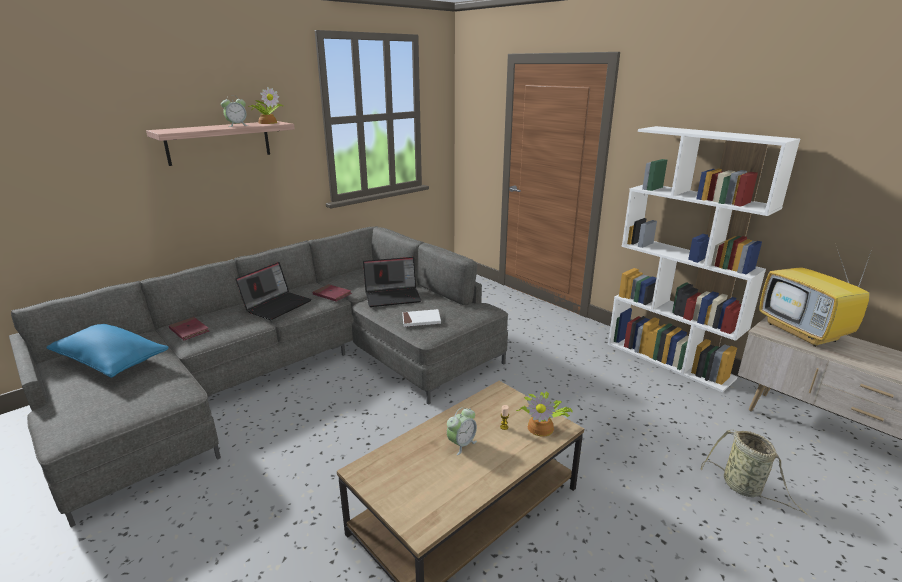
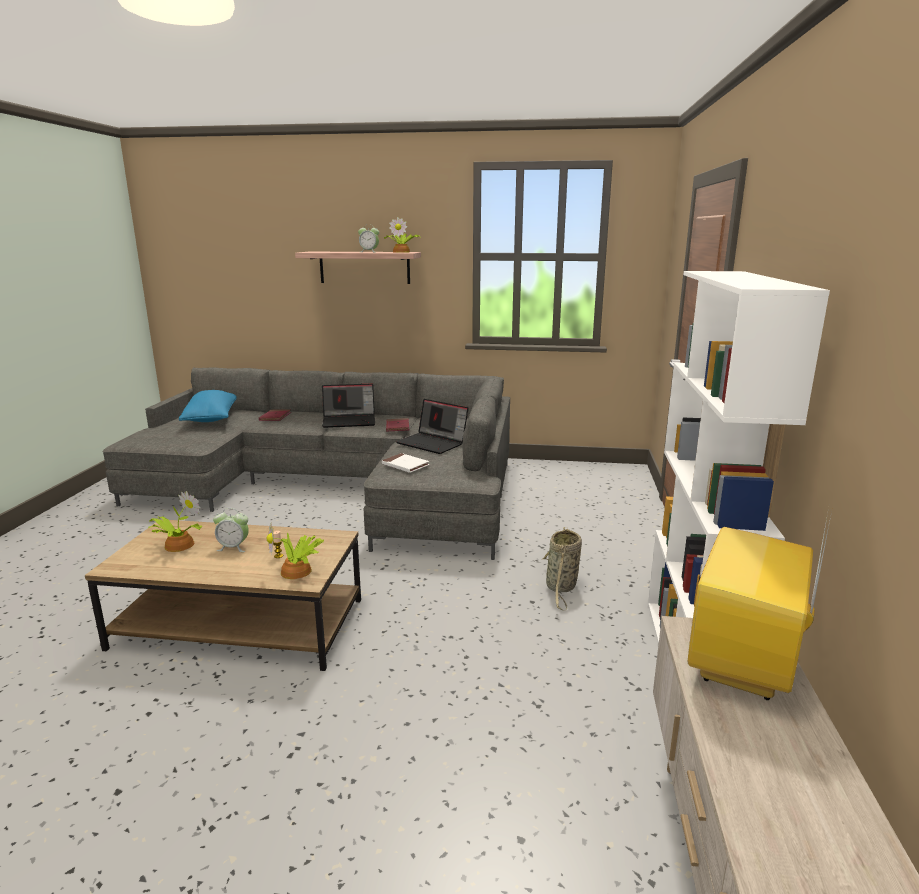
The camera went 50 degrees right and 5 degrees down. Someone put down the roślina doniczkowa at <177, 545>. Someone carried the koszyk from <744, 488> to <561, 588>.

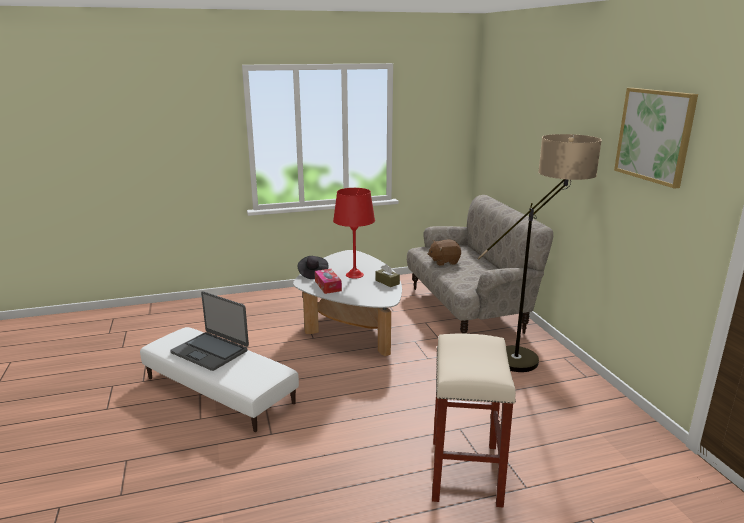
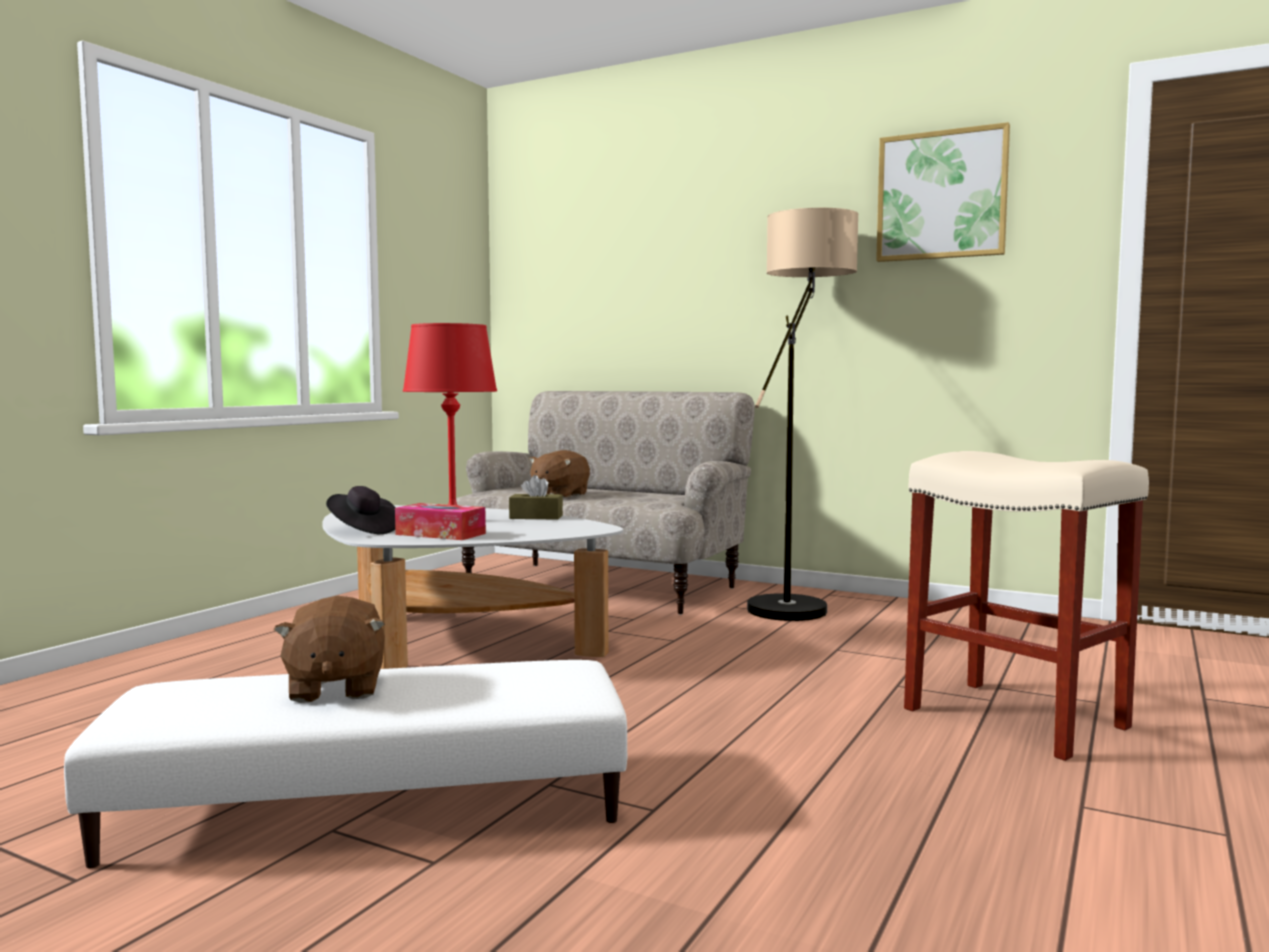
The camera went 45 degrees left and 15 degrees down. Someone swapped the laptop at <210, 351> for the pluszak/brązowy at <334, 688>.

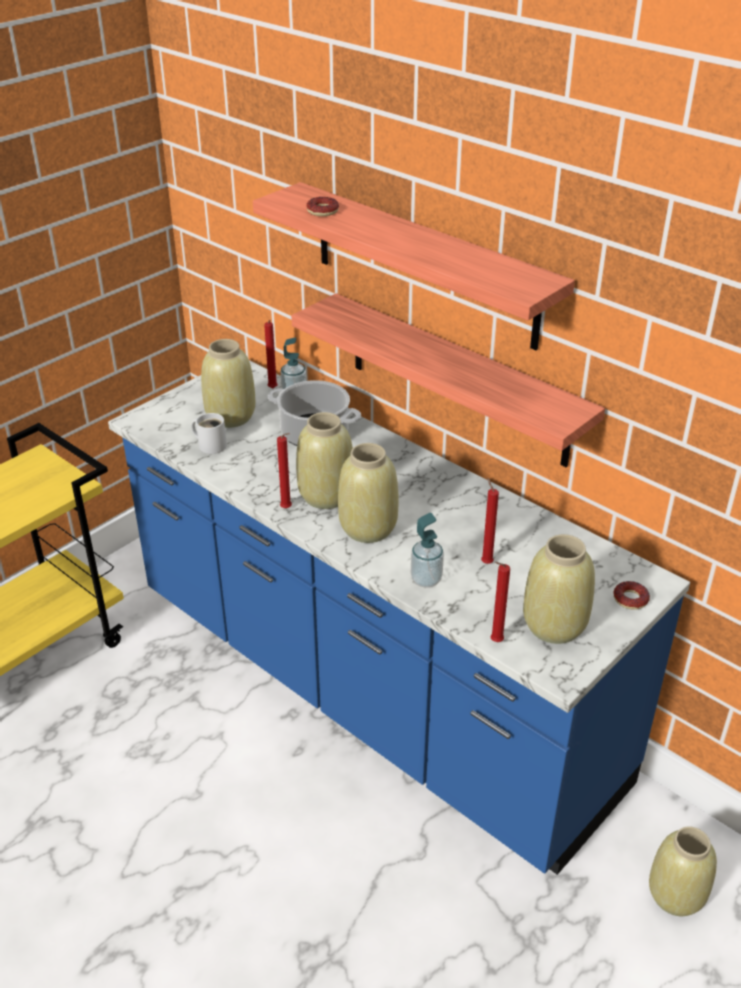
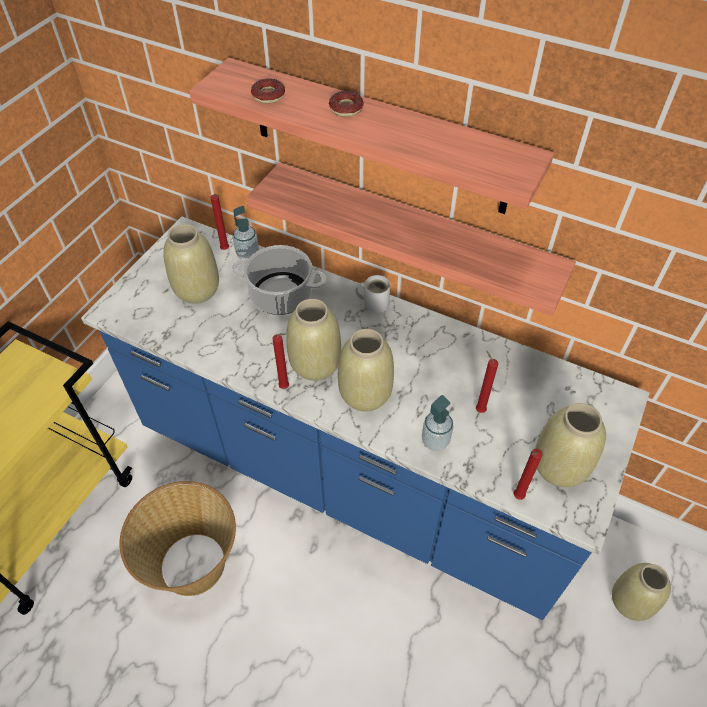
The camera went 15 degrees left and 15 degrees up. Someone put down the koszyk at <193, 562>. Someone carried the donut from <630, 599> to <346, 108>. Someone carried the kubek/biały from <211, 444> to <374, 302>.

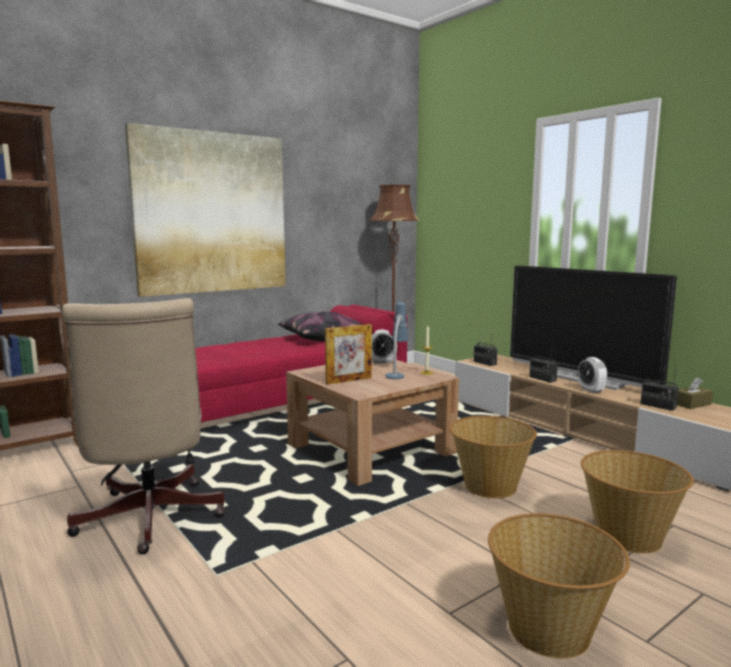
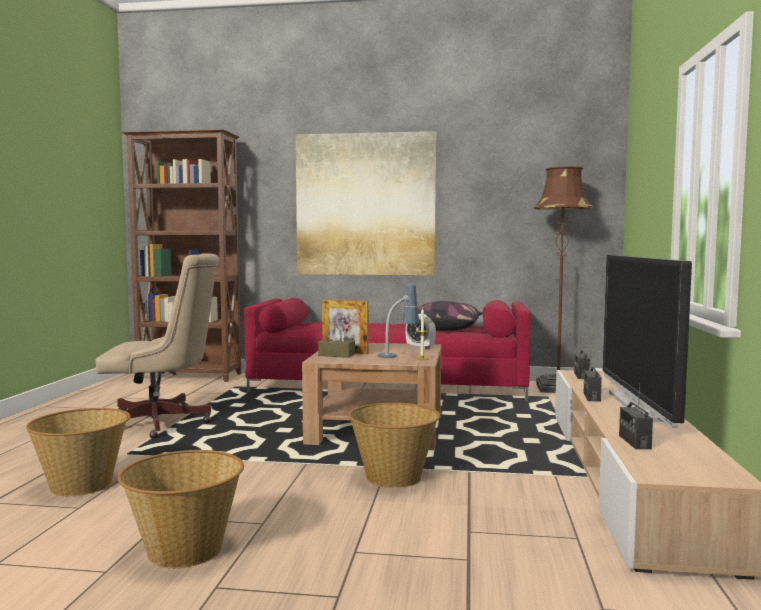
The camera went 45 degrees right and 5 degrees down. Someone carried the koszyk from <628, 536> to <82, 485>. Someone rotated the krzesło biurowe/beżowy at <148, 521> by 120 degrees counterclockwise. Someone carried the pudełko chusteczek/brązowy from <692, 404> to <336, 355>. Someone took away the budzik at <591, 390>.

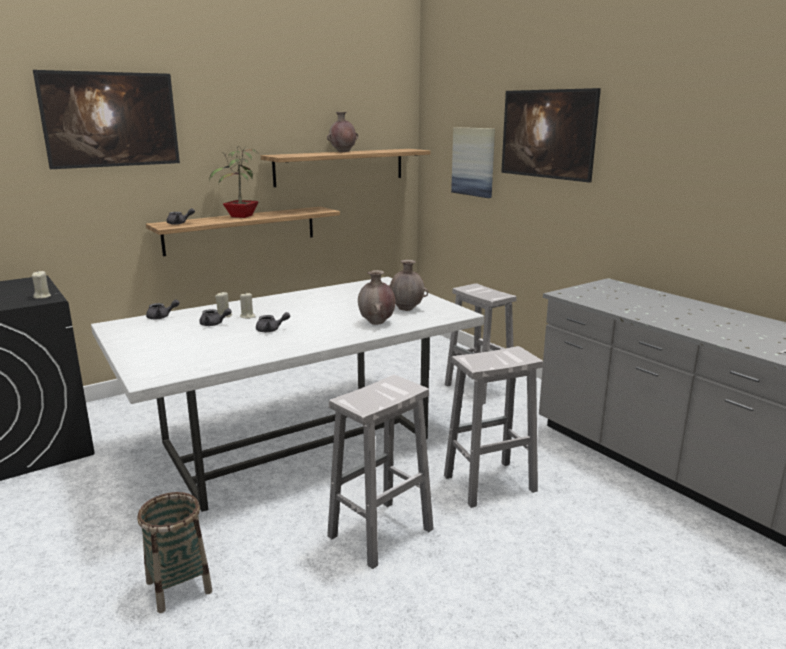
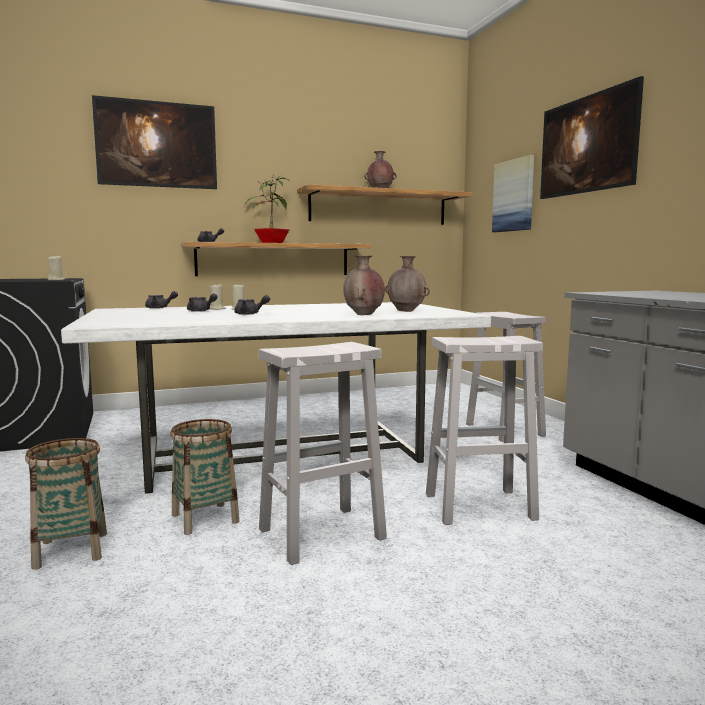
The camera went 15 degrees right and 10 degrees down. Someone put down the koszyk at <205, 518>.

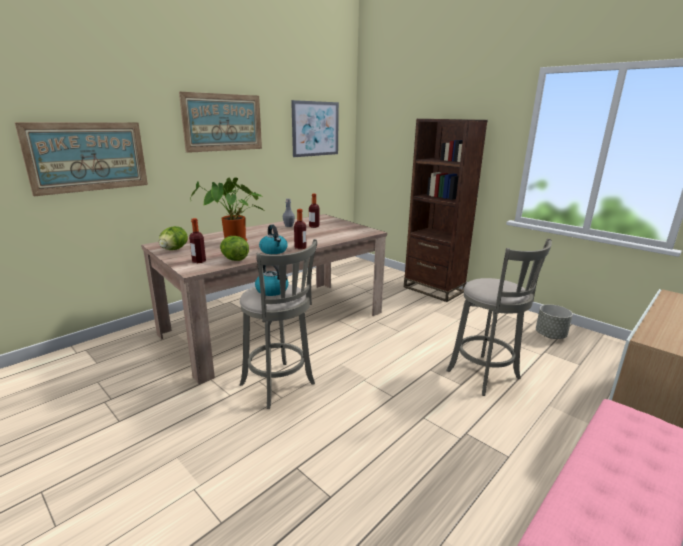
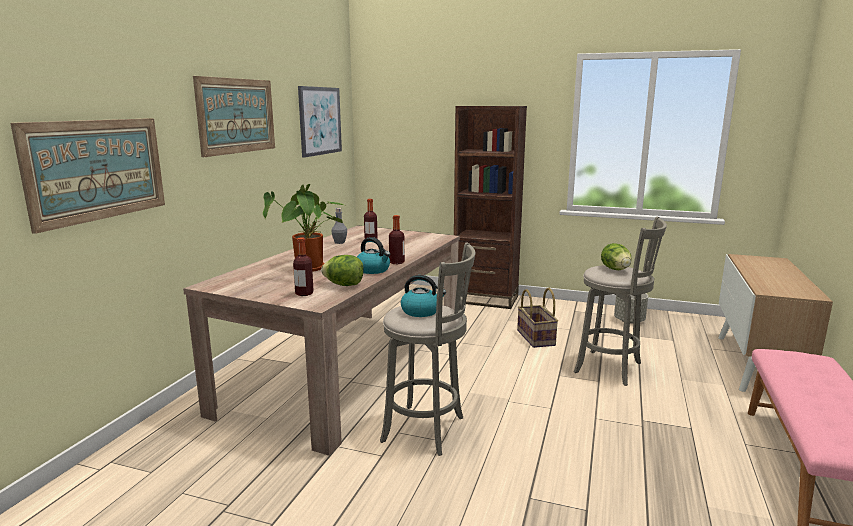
The camera went 25 degrees left and 5 degrees down. Someone put down the koszyk at <536, 338>. Someone carried the sałata from <174, 249> to <615, 269>.

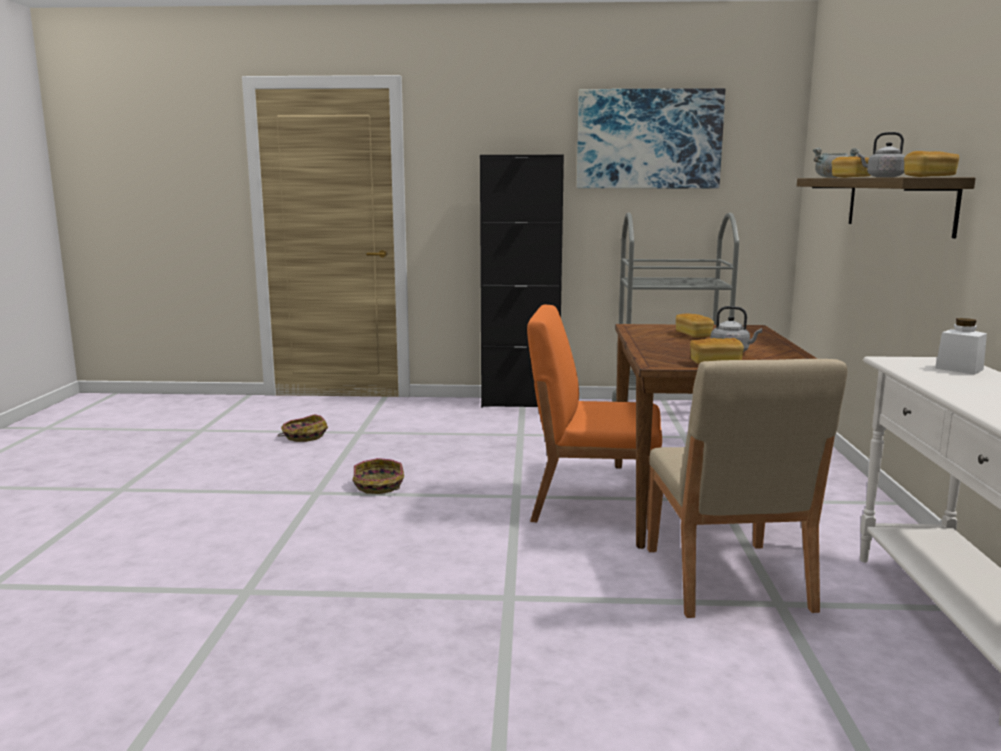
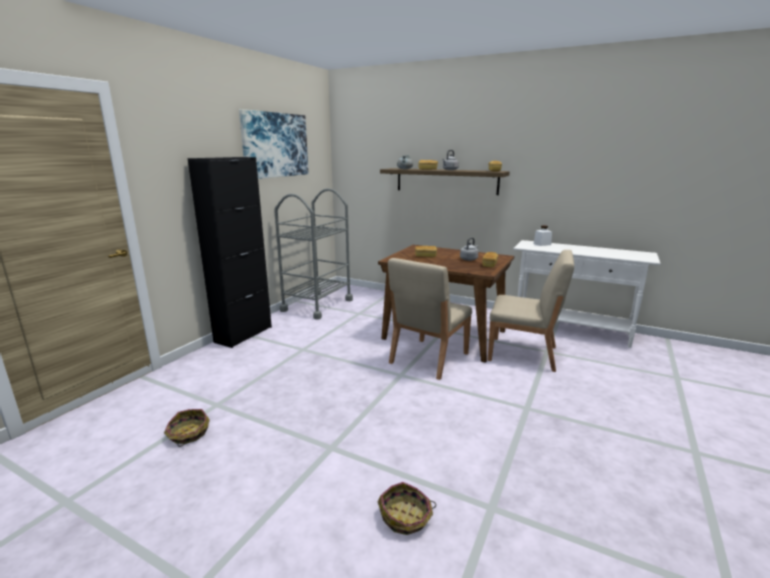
The camera went 65 degrees left and 5 degrees up. Someone carried the koszyk from <378, 486> to <406, 517>. Someone repainted the krzesło/pomarańczowy at <592, 504>, which became the krzesło/beżowy at <428, 358>.

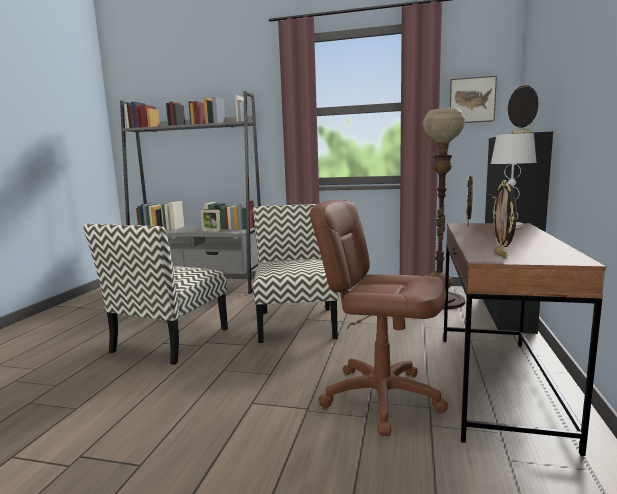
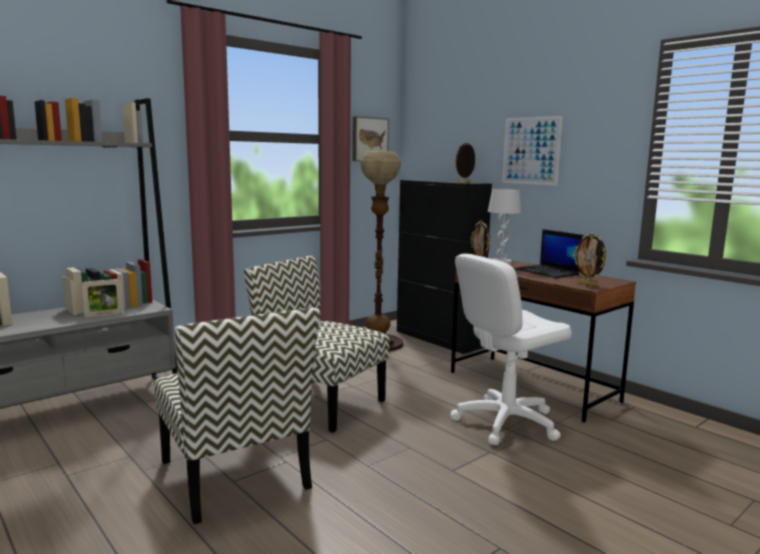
The camera went 55 degrees left and 0 degrees up. Someone repainted the krzesło biurowe/brązowy at <381, 397>, which became the krzesło biurowe/biały at <506, 422>. Someone put up the obraz at <531, 150>. Someone put down the laptop at <548, 272>.

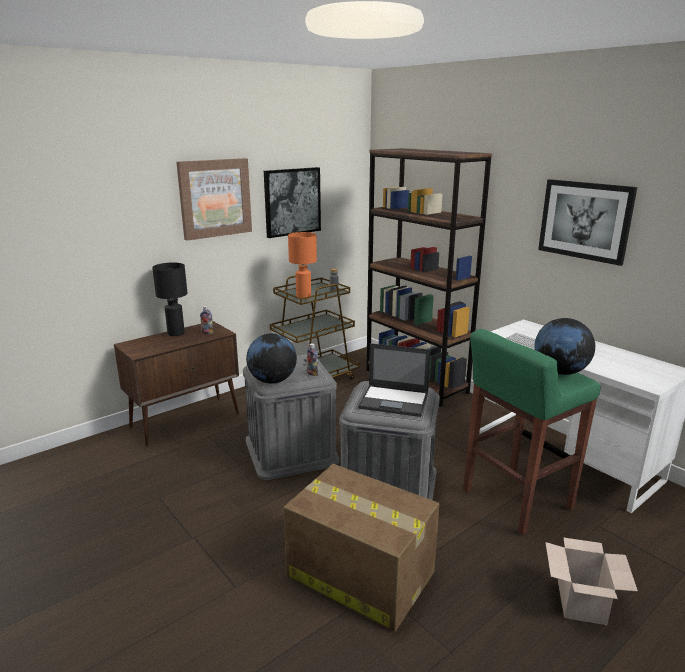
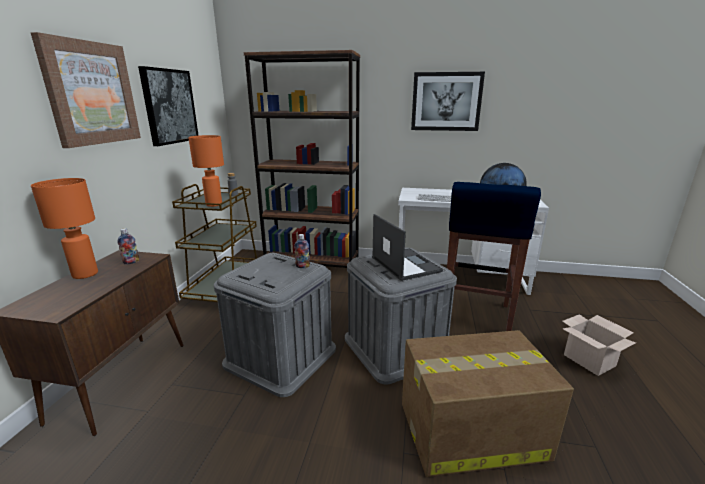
The camera went 40 degrees left and 0 degrees up. Someone repainted the lampa stołowa/czarny at <176, 334>, which became the lampa stołowa/pomarańczowy at <85, 274>. Someone rotated the laptop at <395, 401> by 90 degrees counterclockwise. Someone repainted the stołek/zielony at <515, 500>, which became the stołek/niebieski at <475, 315>. Someone took away the globus at <272, 381>.

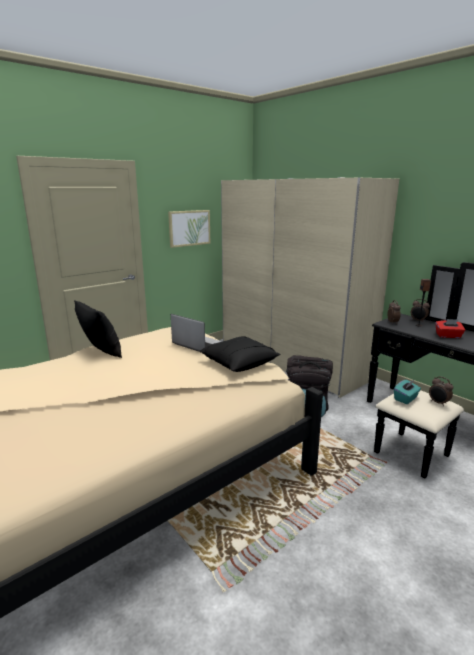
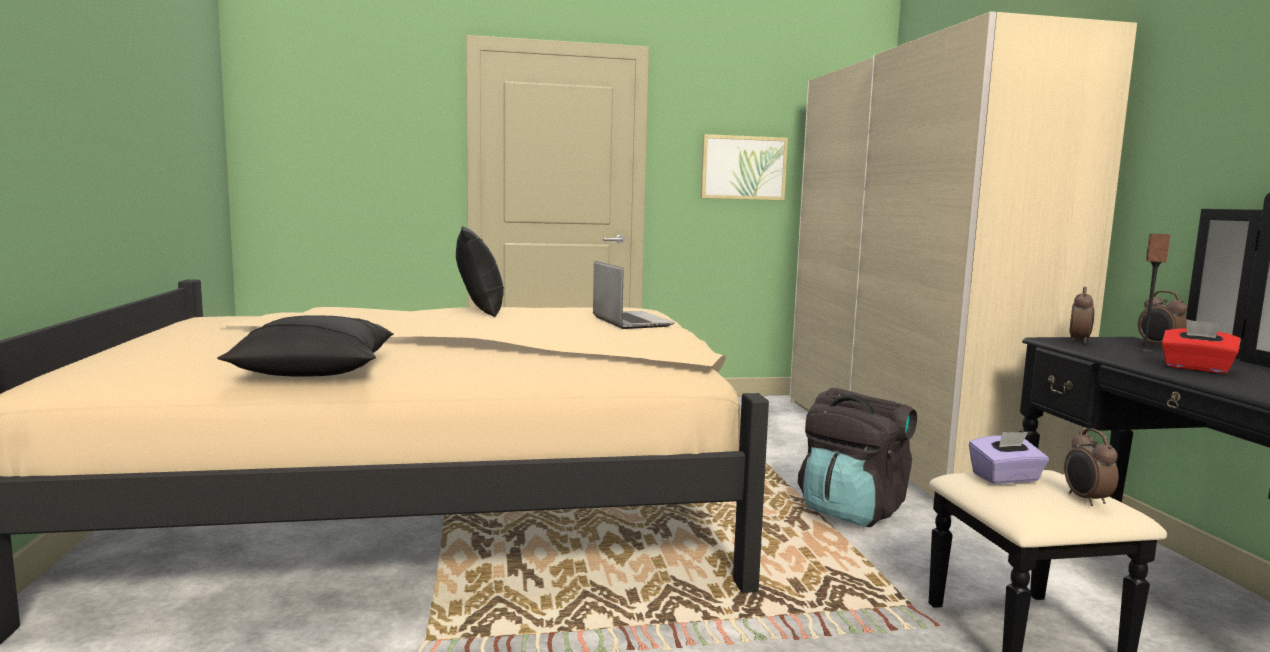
The camera went 30 degrees right and 10 degrees down. Someone carried the poduszka/czarny from <239, 363> to <315, 370>. Someone repainted the pudełko chusteczek/turkusowy at <406, 399>, which became the pudełko chusteczek/fioletowy at <1005, 478>.

